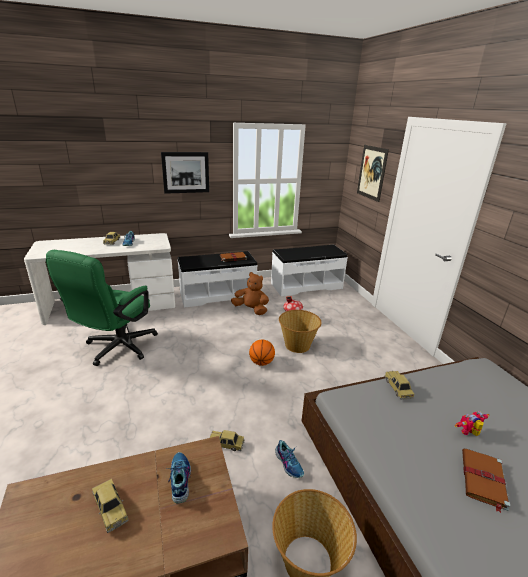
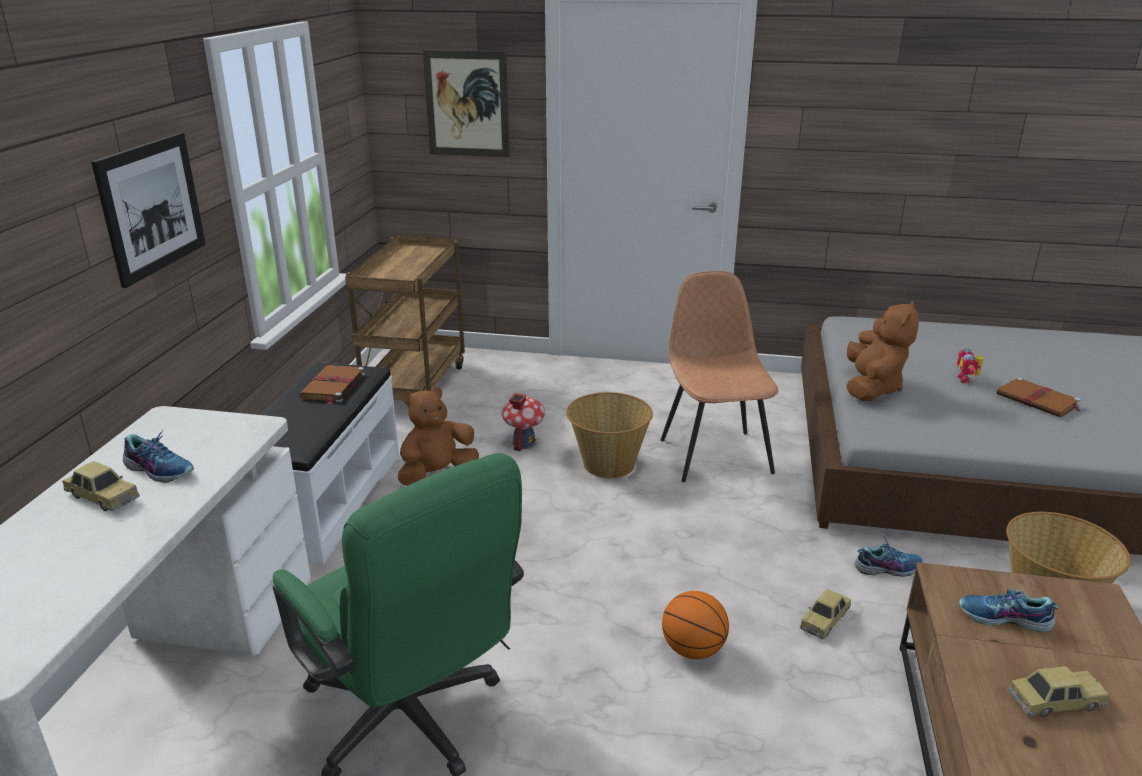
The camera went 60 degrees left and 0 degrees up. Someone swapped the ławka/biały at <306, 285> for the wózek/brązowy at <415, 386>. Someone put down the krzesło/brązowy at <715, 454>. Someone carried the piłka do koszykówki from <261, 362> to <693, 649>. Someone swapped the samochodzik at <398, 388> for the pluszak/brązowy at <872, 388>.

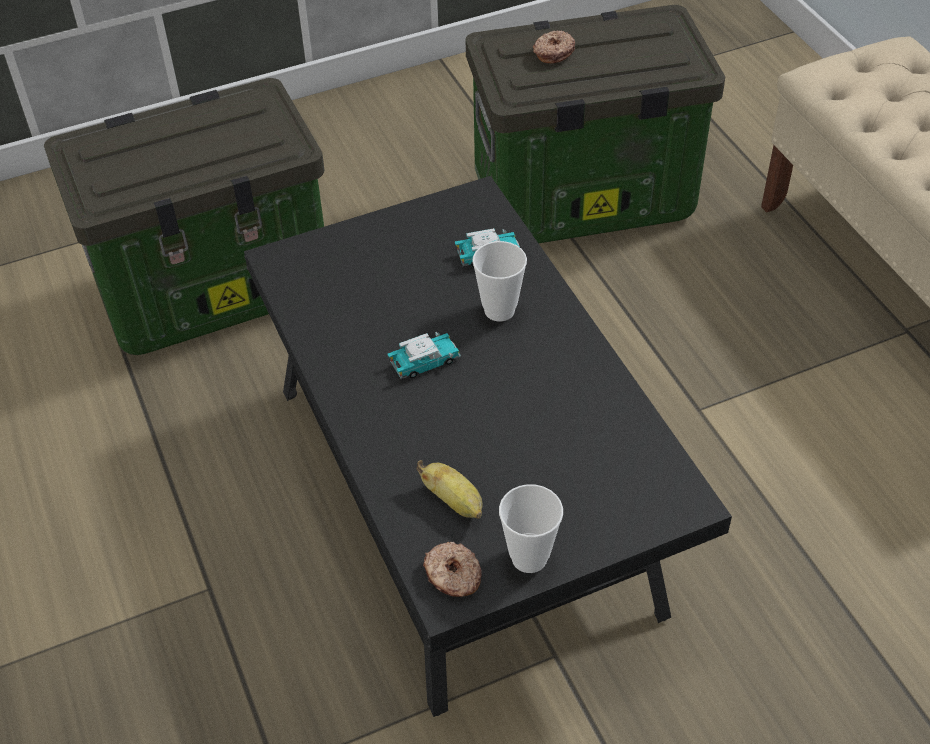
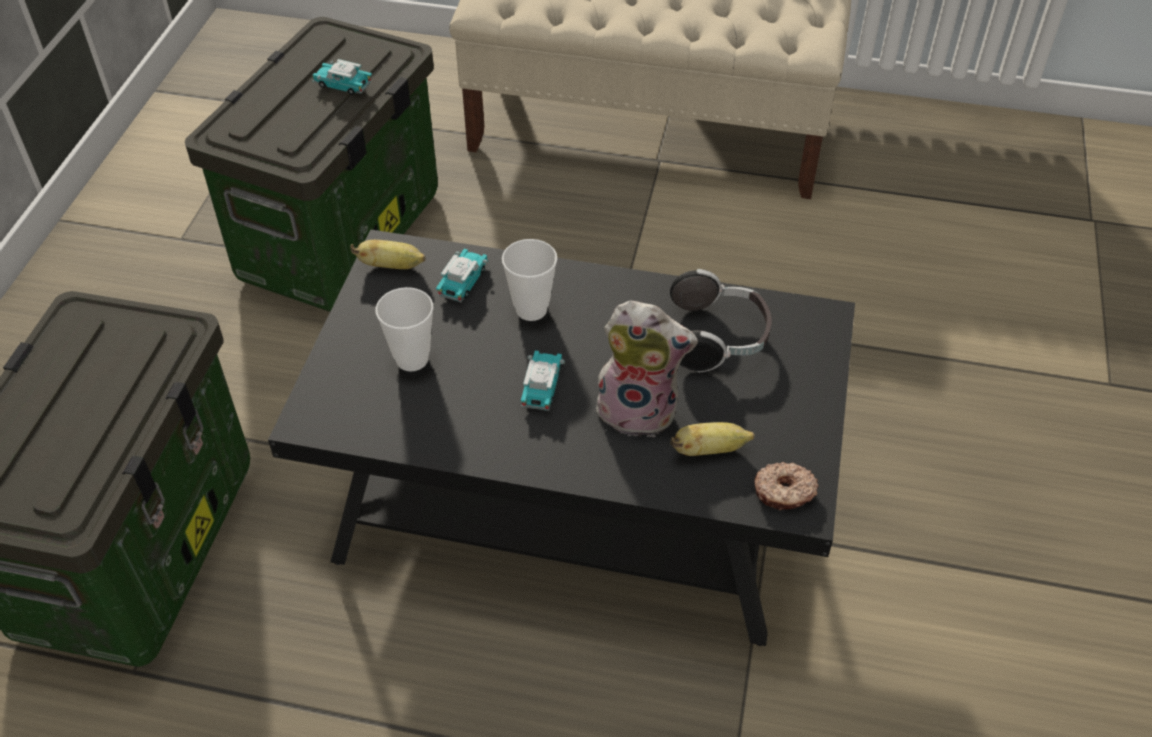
The camera went 55 degrees left and 0 degrees up. Someone put down the samochodzik at <343, 85>. Someone put down the banan at <392, 266>. Someone carried the filiżanka from <529, 557> to <412, 359>. Someone put down the pluszak at <640, 410>. Someone put down the słuchawki at <718, 338>. Someone took away the donut at <553, 52>.

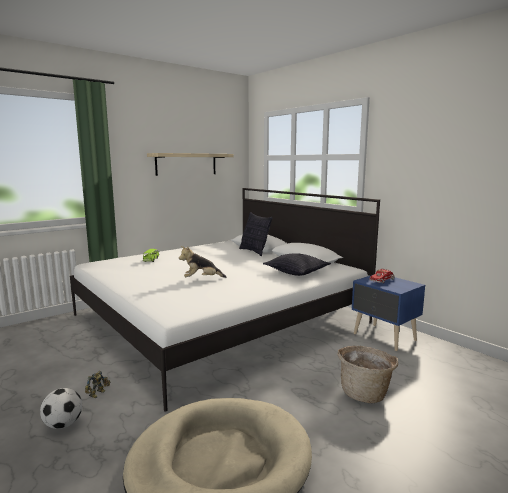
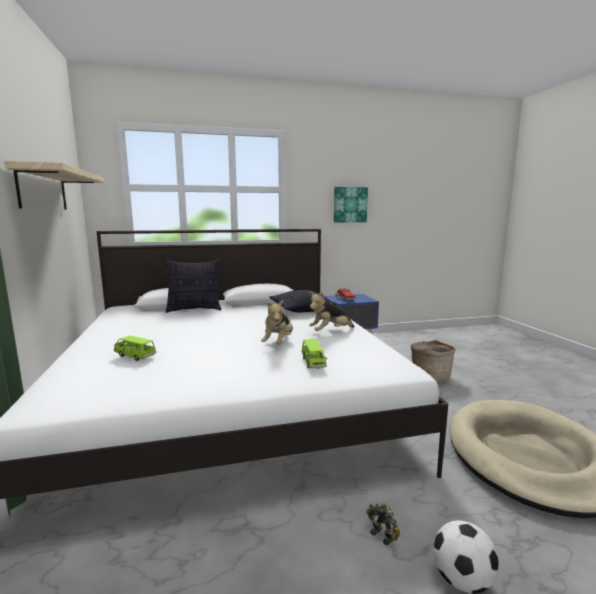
The camera went 65 degrees left and 0 degrees up. Someone put down the samochodzik/zielony at <313, 363>. Someone put down the pluszak at <330, 332>. Someone put up the obraz at <350, 204>.

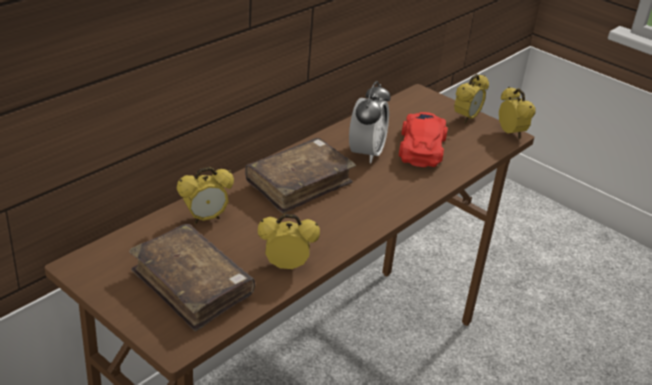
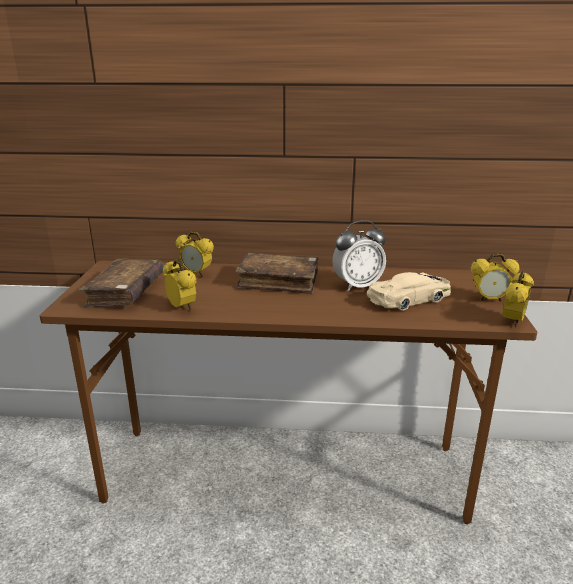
The camera went 55 degrees right and 10 degrees down. Someone repainted the samochodzik/czerwony at <422, 146>, which became the samochodzik/beżowy at <410, 298>.

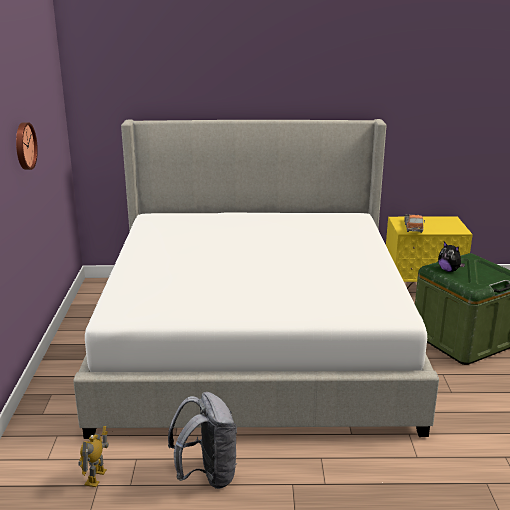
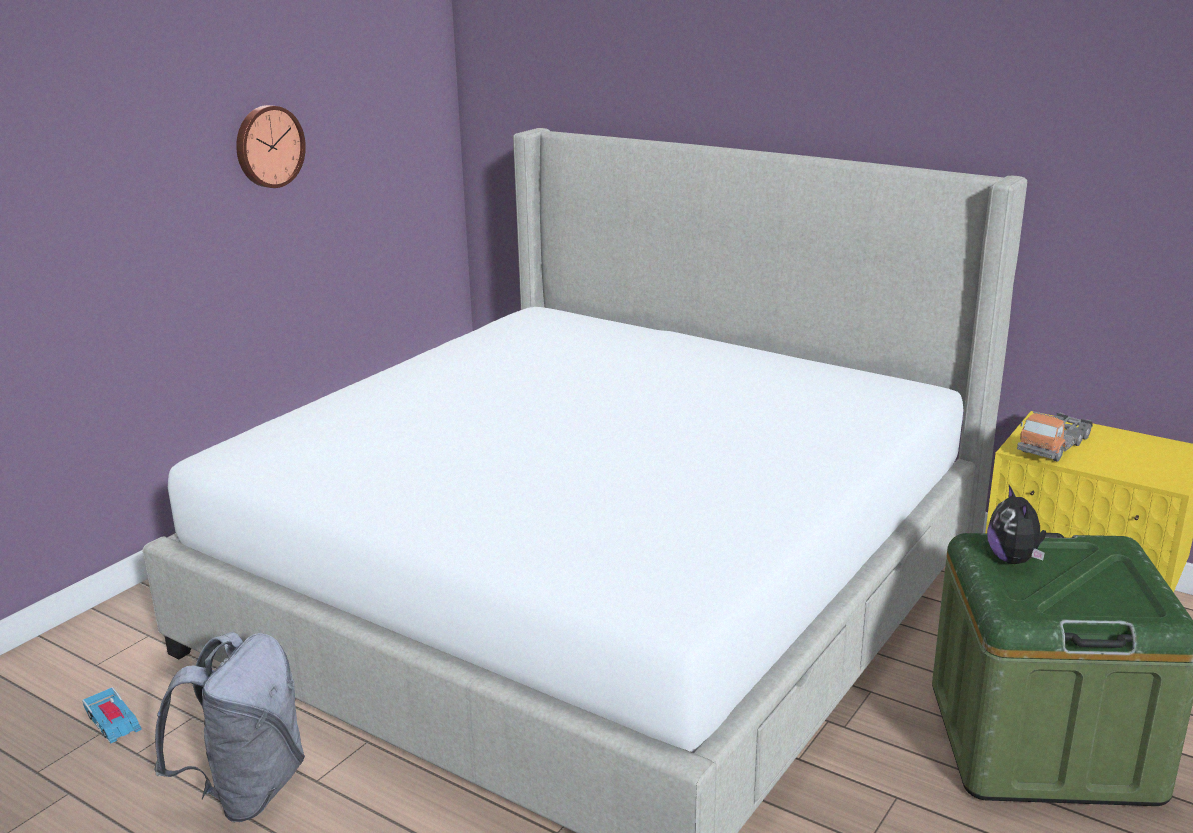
The camera went 35 degrees right and 0 degrees up. Someone swapped the robot zabawkowy at <96, 477> for the samochodzik at <113, 721>.

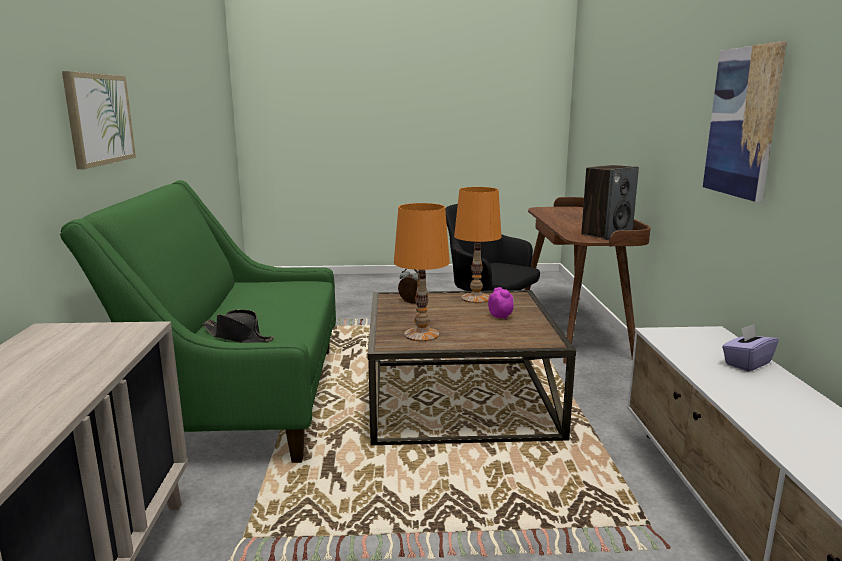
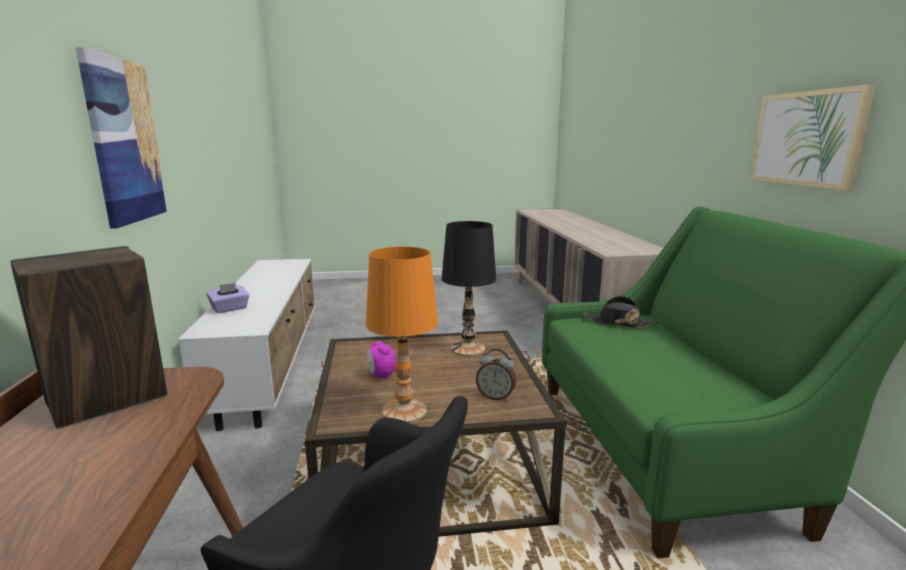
The camera went 175 degrees right and 0 degrees up. Someone repainted the lampa stołowa/pomarańczowy at <421, 335>, which became the lampa stołowa/czarny at <468, 348>.

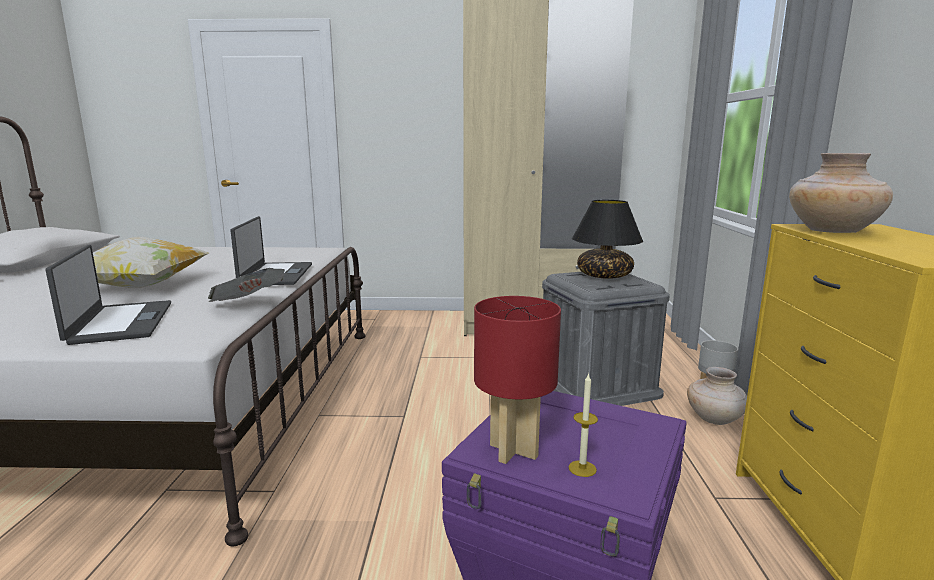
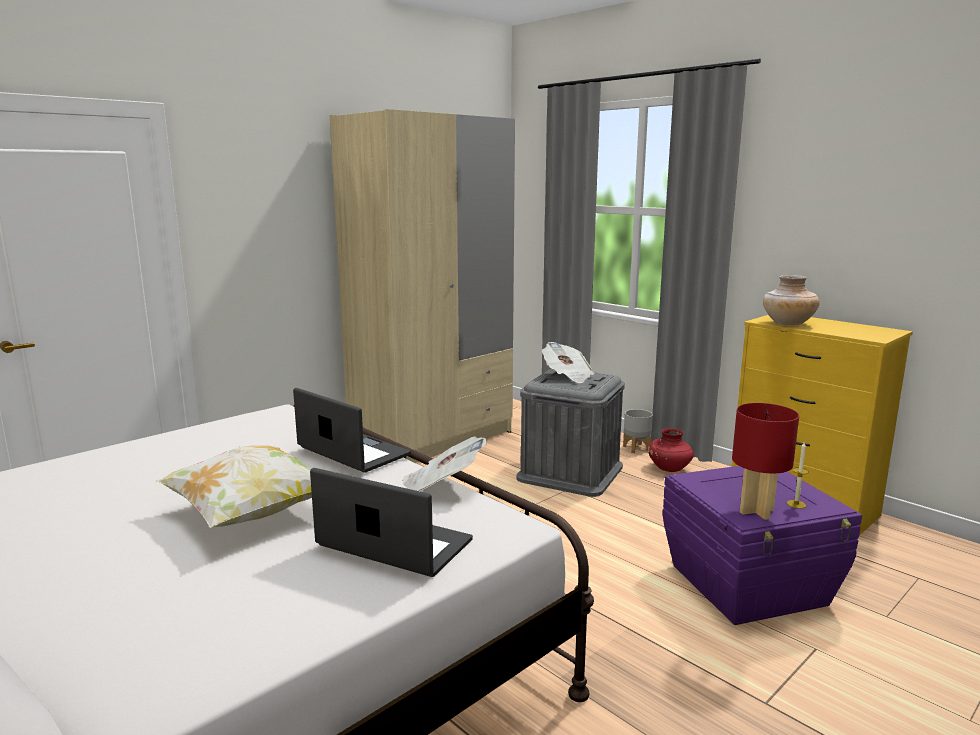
The camera went 45 degrees left and 0 degrees up. Someone swapped the lampa stołowa/czarny at <604, 276> for the gazeta at <567, 376>. Someone repainted the wazon/beżowy at <715, 419>, which became the wazon/czerwony at <669, 469>.

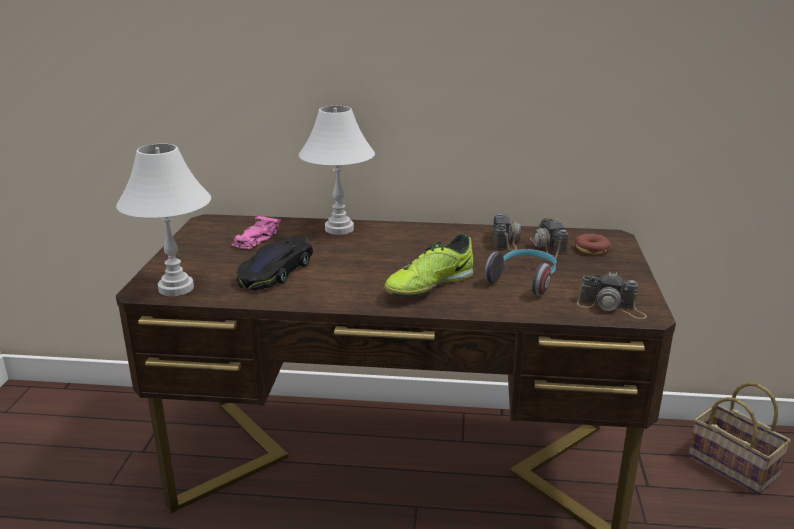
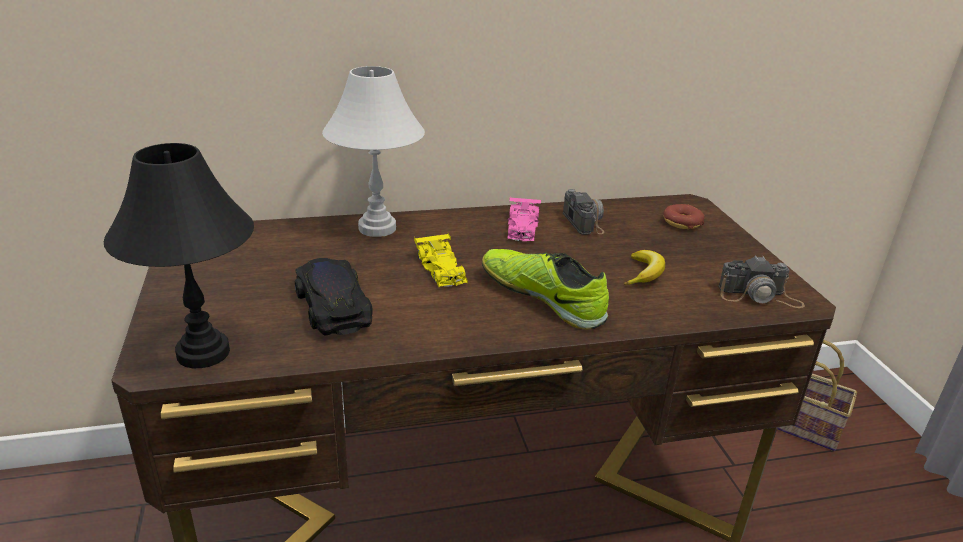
The camera went 20 degrees left and 5 degrees up. Someone repainted the lampa stołowa/biały at <177, 288>, which became the lampa stołowa/czarny at <204, 353>. Someone rotated the samochodzik/czarny at <275, 271> by 150 degrees clockwise. Someone put down the samochodzik/żółty at <442, 269>. Someone rotated the but at <429, 286> by 105 degrees clockwise. Someone carried the samochodzik/różowy from <255, 239> to <522, 227>. Someone swapped the słuchawki at <524, 280> for the banan at <644, 274>. Someone took away the aparat fotograficzny at <547, 247>.

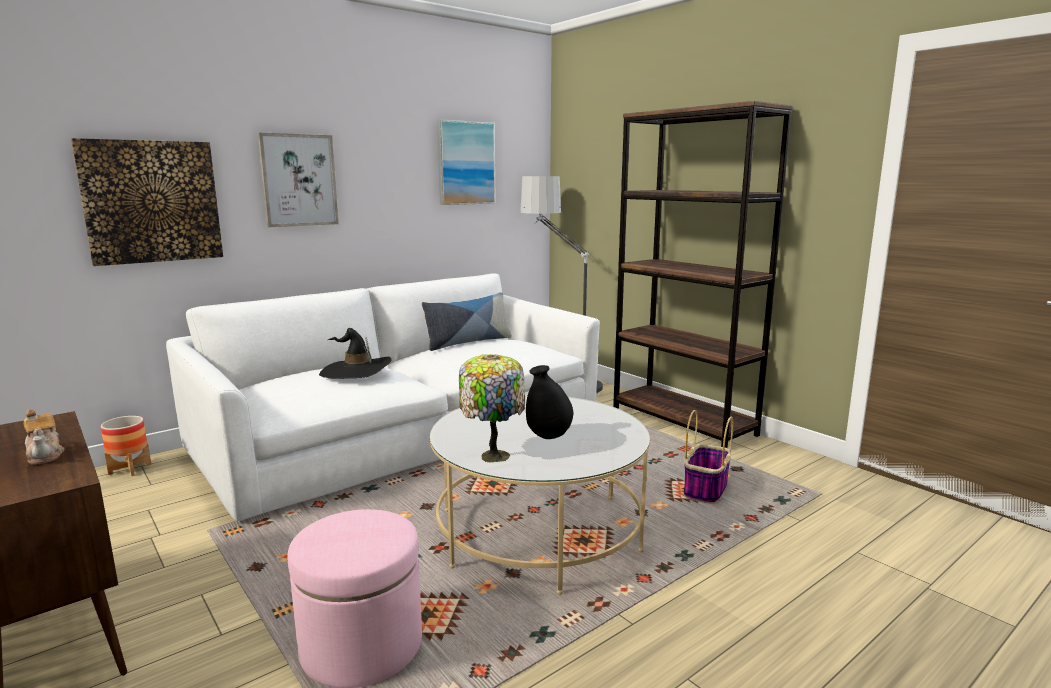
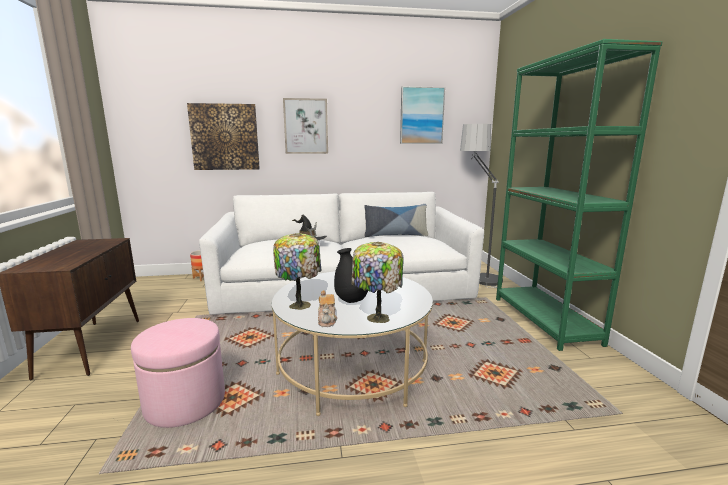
The camera went 30 degrees right and 0 degrees up. Someone carried the imbryk from <45, 455> to <327, 320>. Someone put down the lampa stołowa at <376, 318>. Someone repainted the regał/brązowy at <683, 421>, which became the regał/zielony at <544, 320>. Someone took away the koszyk at <705, 489>.

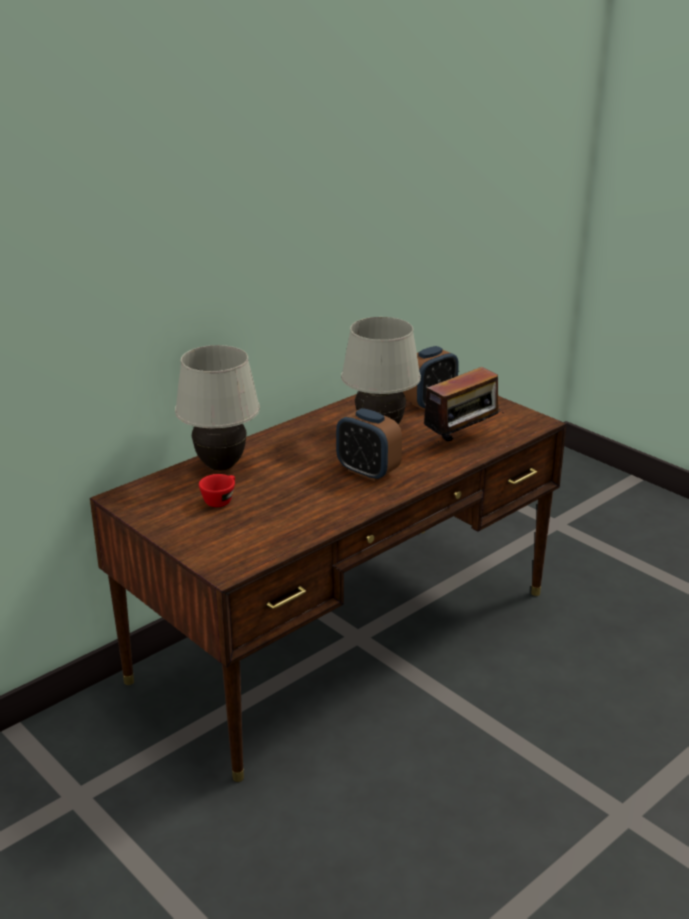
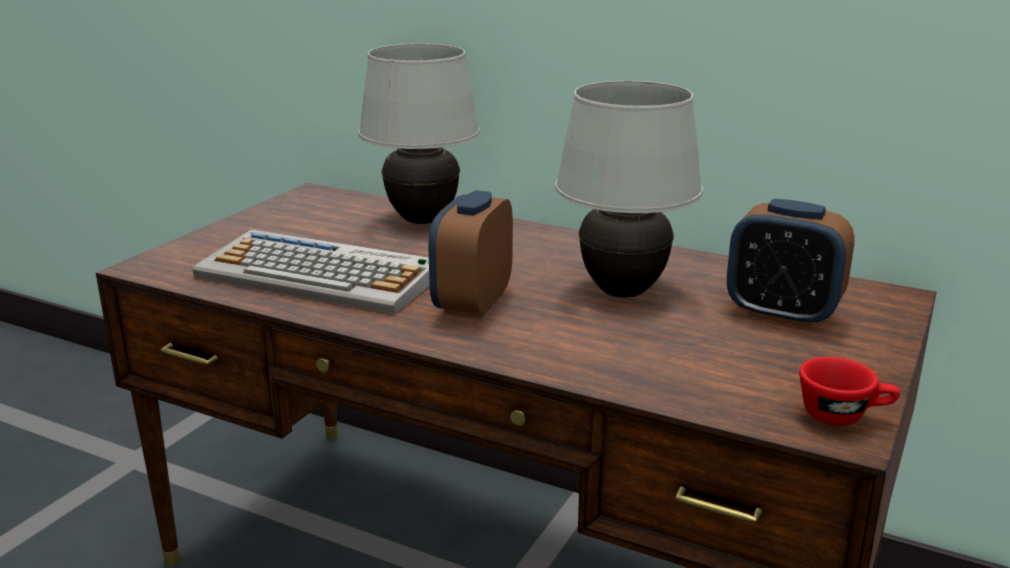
The camera went 70 degrees right and 5 degrees down. Someone put down the klawiatura at <322, 275>. Someone carried the filiżanka/czerwony from <220, 499> to <843, 415>. Someone took away the radio at <462, 440>.

